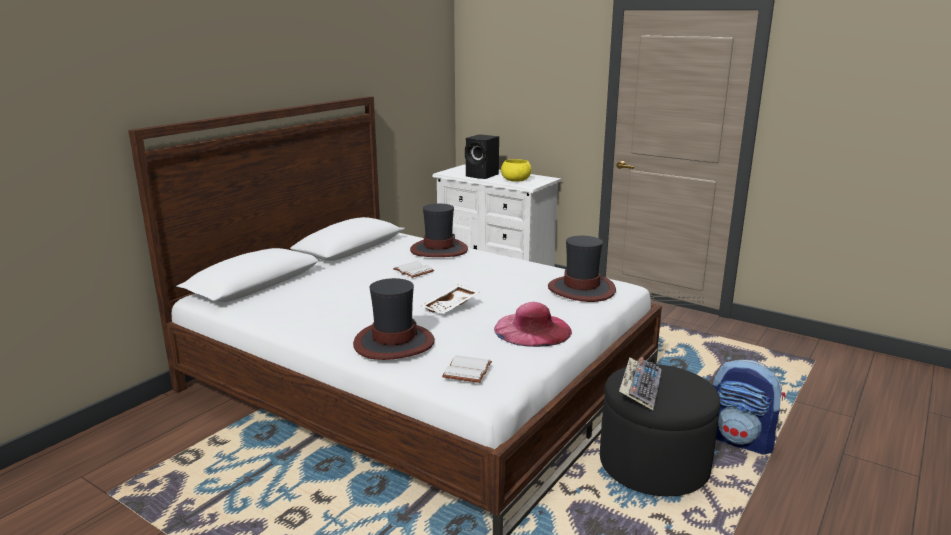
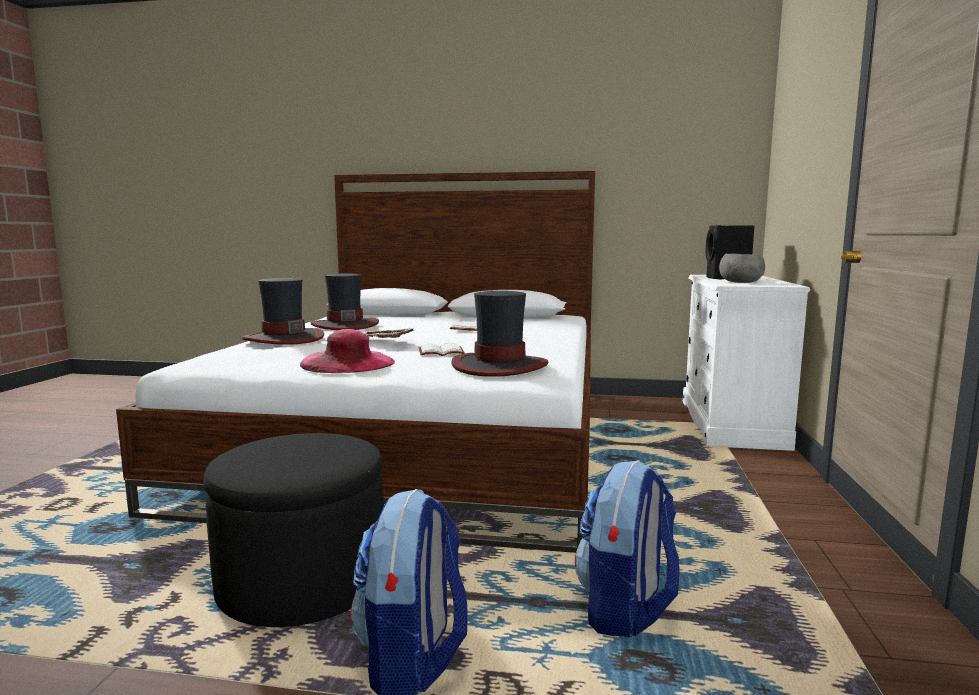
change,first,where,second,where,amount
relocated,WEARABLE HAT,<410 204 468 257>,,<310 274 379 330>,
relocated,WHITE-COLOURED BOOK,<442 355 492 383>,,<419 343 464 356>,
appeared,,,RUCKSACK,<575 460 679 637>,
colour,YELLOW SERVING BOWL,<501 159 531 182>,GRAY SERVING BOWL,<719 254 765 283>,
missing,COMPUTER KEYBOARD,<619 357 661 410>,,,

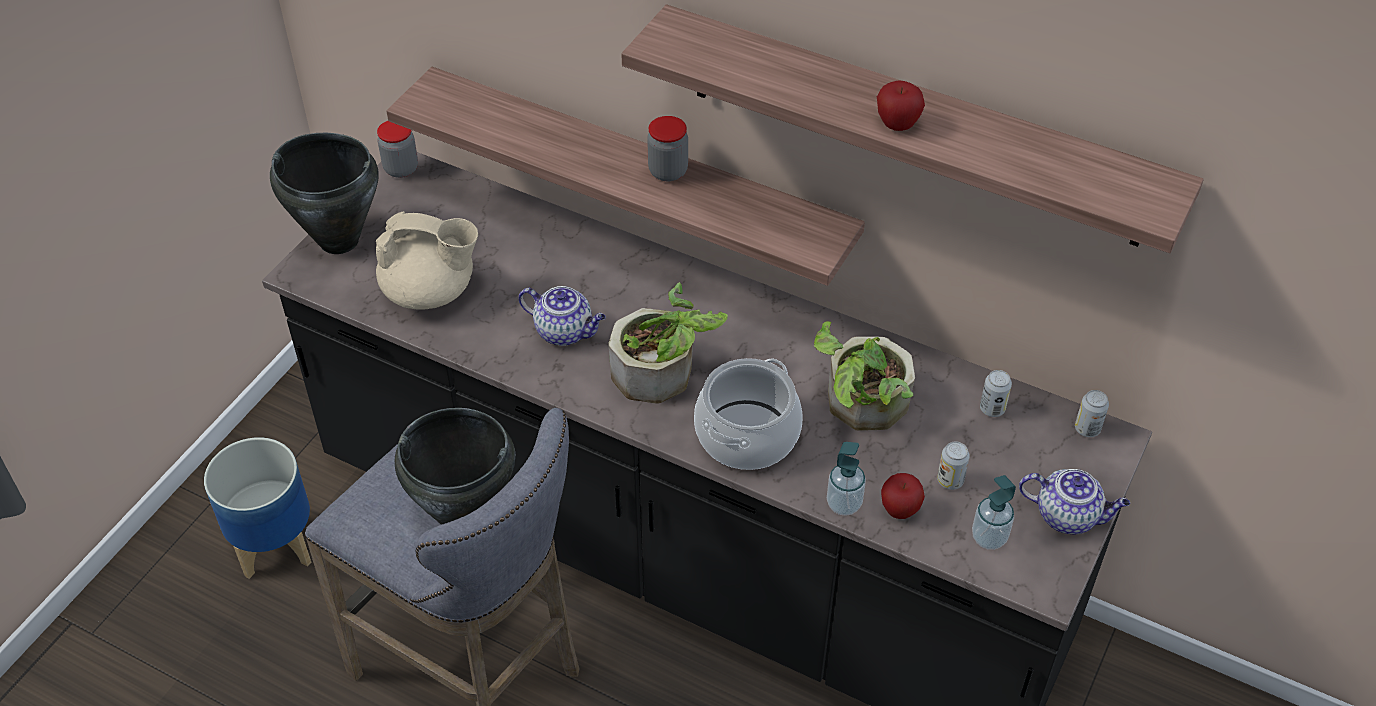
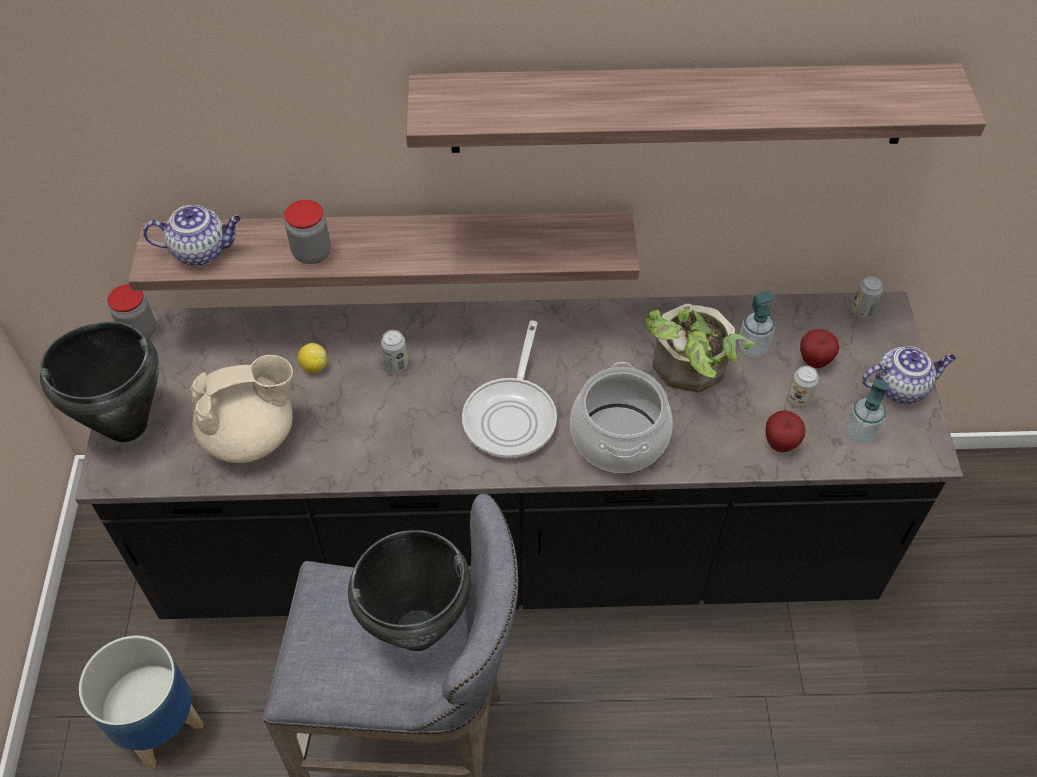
change,first,where,second,where,amount
relocated,TEA POT,<519 286 606 346>,,<143 205 241 266>,
relocated,JAR,<647 116 688 181>,,<284 200 331 264>,
appeared,,,WHOLE LEMON,<298 343 327 373>,
relocated,CAN,<980 370 1012 417>,,<381 330 408 372>,
exchanged,POTTED PLANT,<609 282 728 403>,PAN,<462 320 557 458>,
relocated,SOAP BOTTLE,<827 442 866 516>,,<739 290 775 357>,
relocated,APPLE,<877 80 925 131>,,<800 329 839 368>,

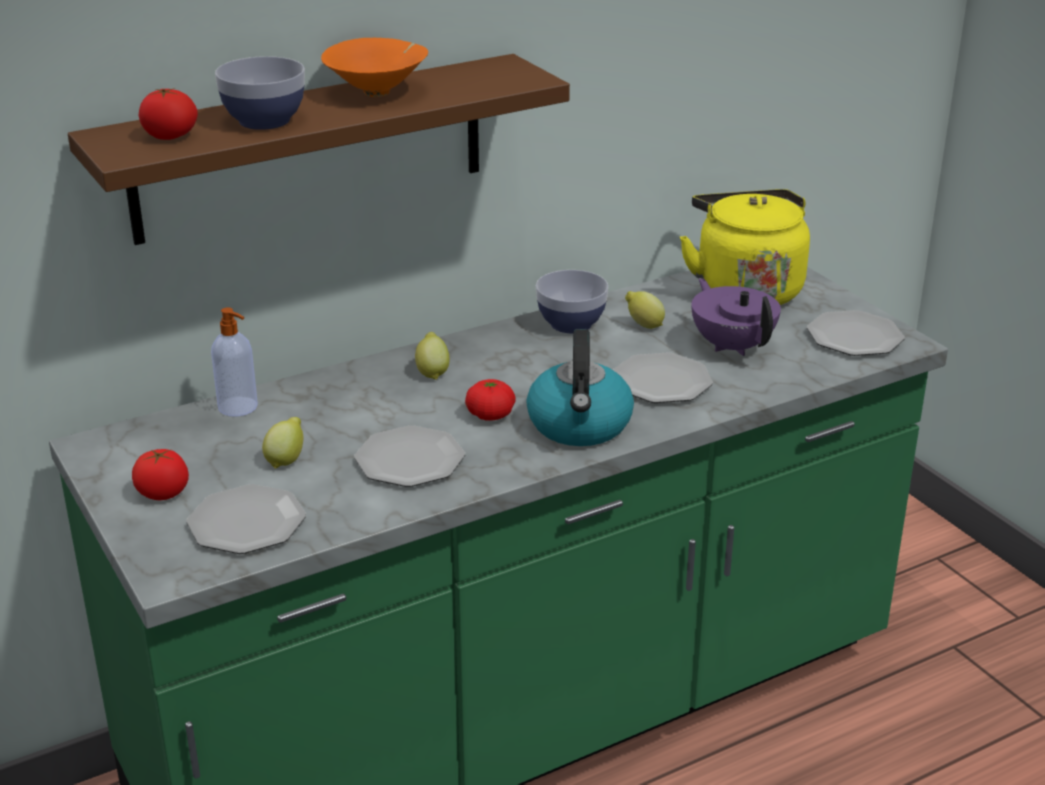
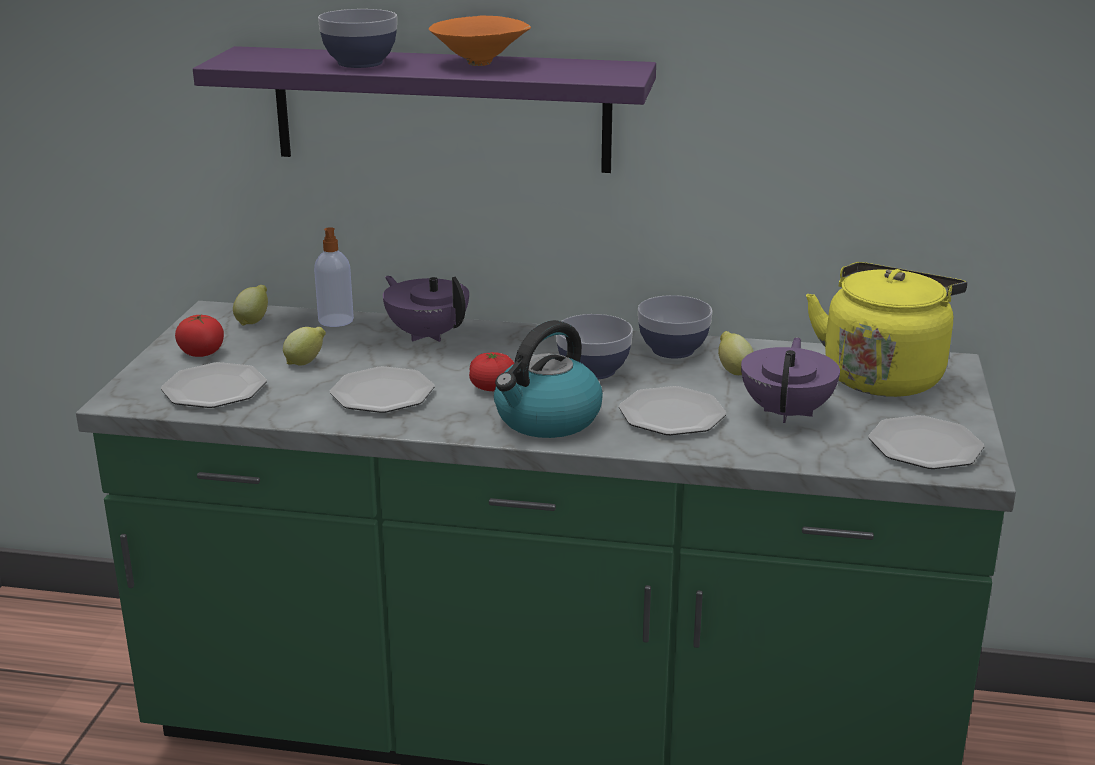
change,first,where,second,where,amount
colour,BROWNISH SHELF,<68 54 570 245>,PURPLISH SHELF,<193 46 656 173>,
relocated,WHOLE LEMON,<415 332 449 380>,,<233 285 268 326>,
appeared,,,PURPLISH TEA POT,<383 276 469 342>,
appeared,,,SERVING BOWL,<556 314 633 379>,
missing,TOMATO,<139 88 198 140>,,,

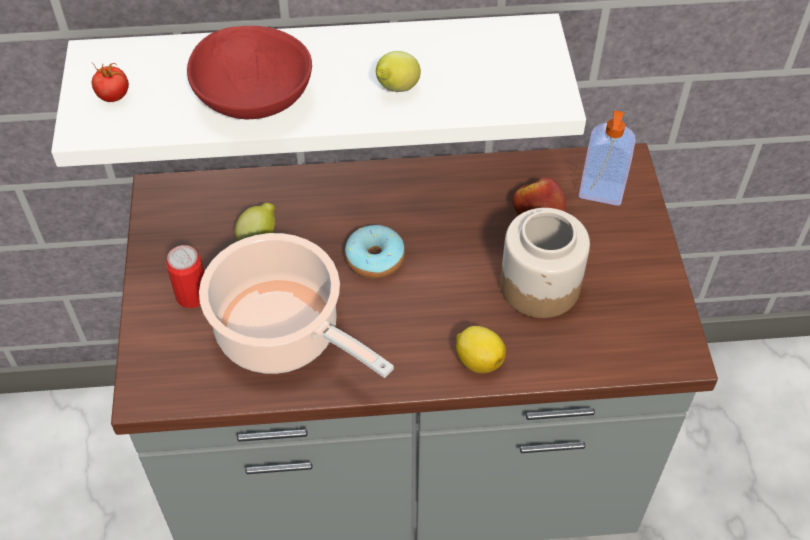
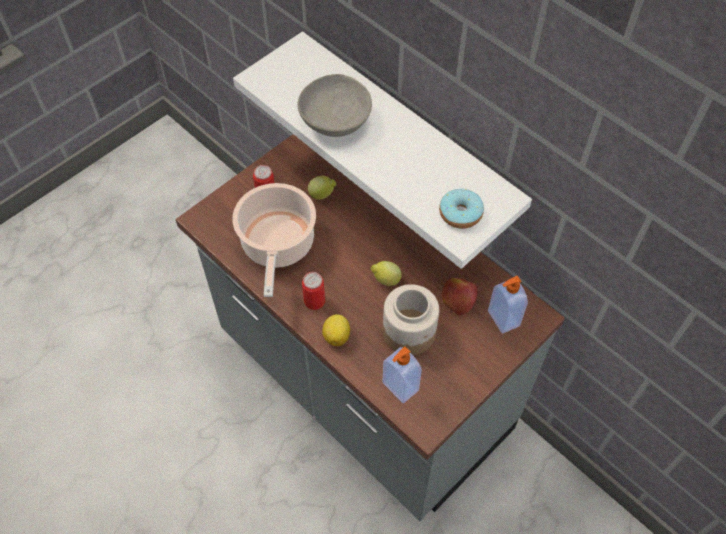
change,first,where,second,where,amount
colour,RED-COLOURED SERVING BOWL,<187 26 312 119>,GRAY SERVING BOWL,<298 74 372 137>,
appeared,,,CAN,<302 272 325 310>,
relocated,WHOLE LEMON,<376 51 421 92>,,<371 261 402 286>,
appeared,,,SOAP BOTTLE,<382 346 422 403>,
relocated,RING DOUGHNUT,<345 225 405 279>,,<439 189 484 229>,
missing,TOMATO,<92 63 129 102>,,,

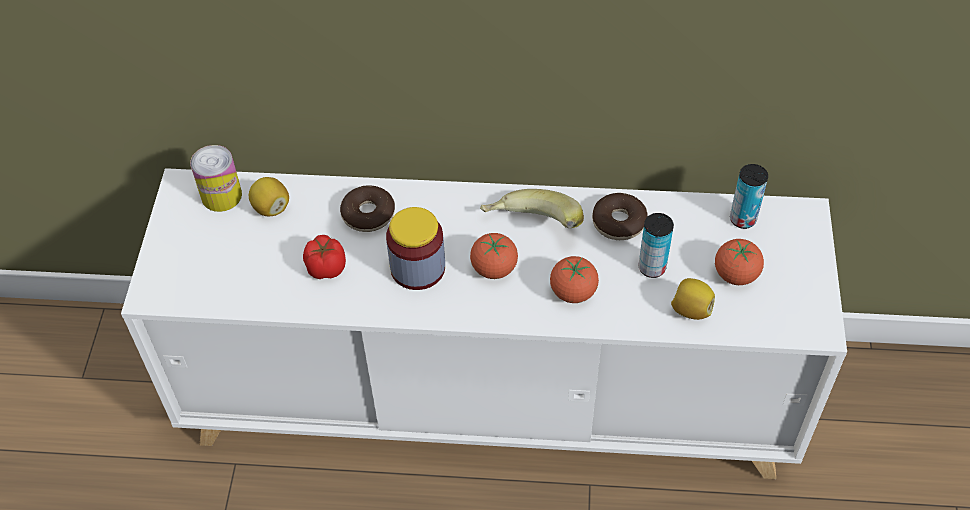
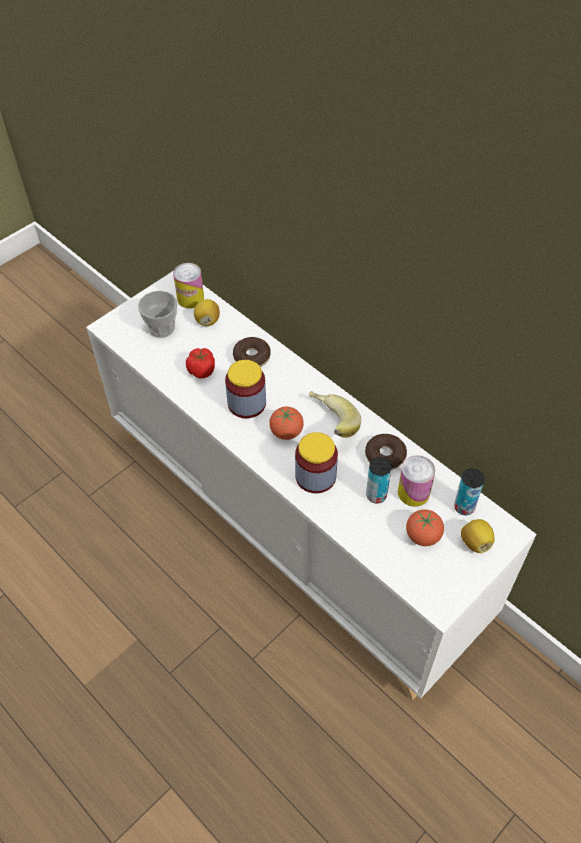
change,first,where,second,where,amount
appeared,,,DRINKING CUP,<138 291 177 338>,
exchanged,TOMATO,<550 256 599 303>,JAR,<295 432 338 493>,
appeared,,,CAN,<398 455 435 507>,
relocated,WHOLE LEMON,<671 278 715 320>,,<461 519 495 553>,

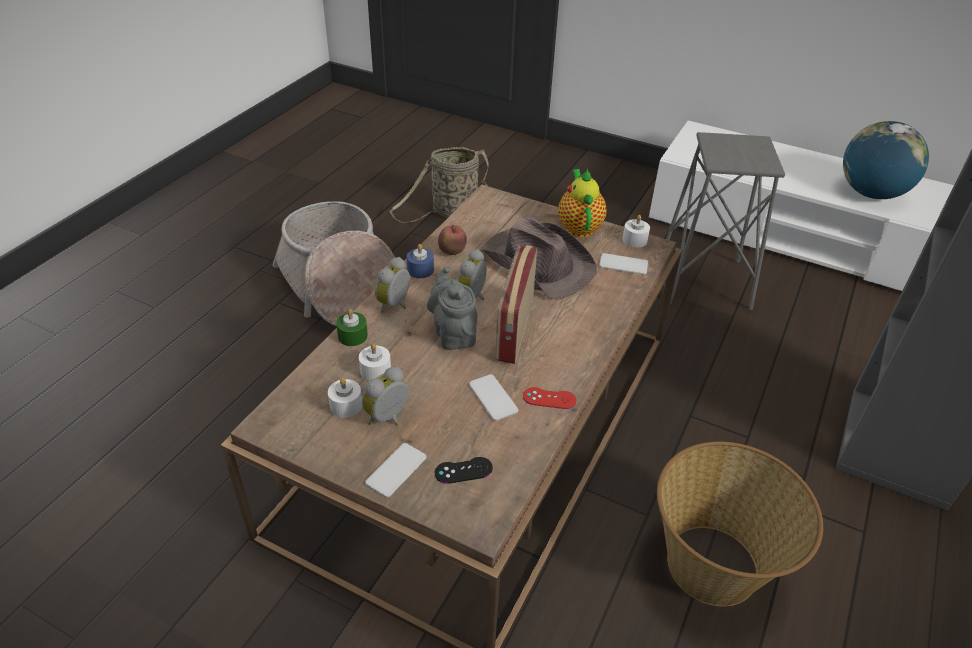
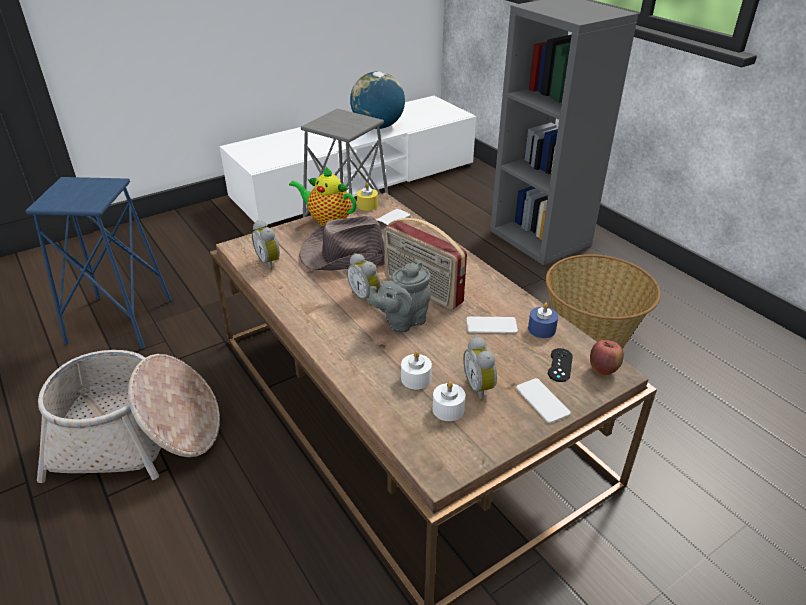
change,first,where,second,where,amount
exchanged,HOUSEHOLD BASKET,<389 147 489 223>,BLUE-COLOURED STOOL,<26 177 171 349>,
relocated,TABLE CLOCK,<375 257 410 313>,,<252 220 280 270>,
colour,WHITE-COLOURED WAX CANDLE,<622 215 650 247>,YELLOW WAX CANDLE,<357 183 378 211>,
spun,GRAY TEA POT,<427 266 477 350>,,<369 262 431 333>,45 degrees counterclockwise
relocated,BLUE-COLOURED WAX CANDLE,<407 244 434 278>,,<528 303 558 338>,
relocated,APPLE,<438 225 467 255>,,<590 340 624 376>,
missing,GREEN WAX CANDLE,<336 309 368 346>,,,
missing,RED-COLOURED GAME CONTROLLER,<523 387 576 409>,,,

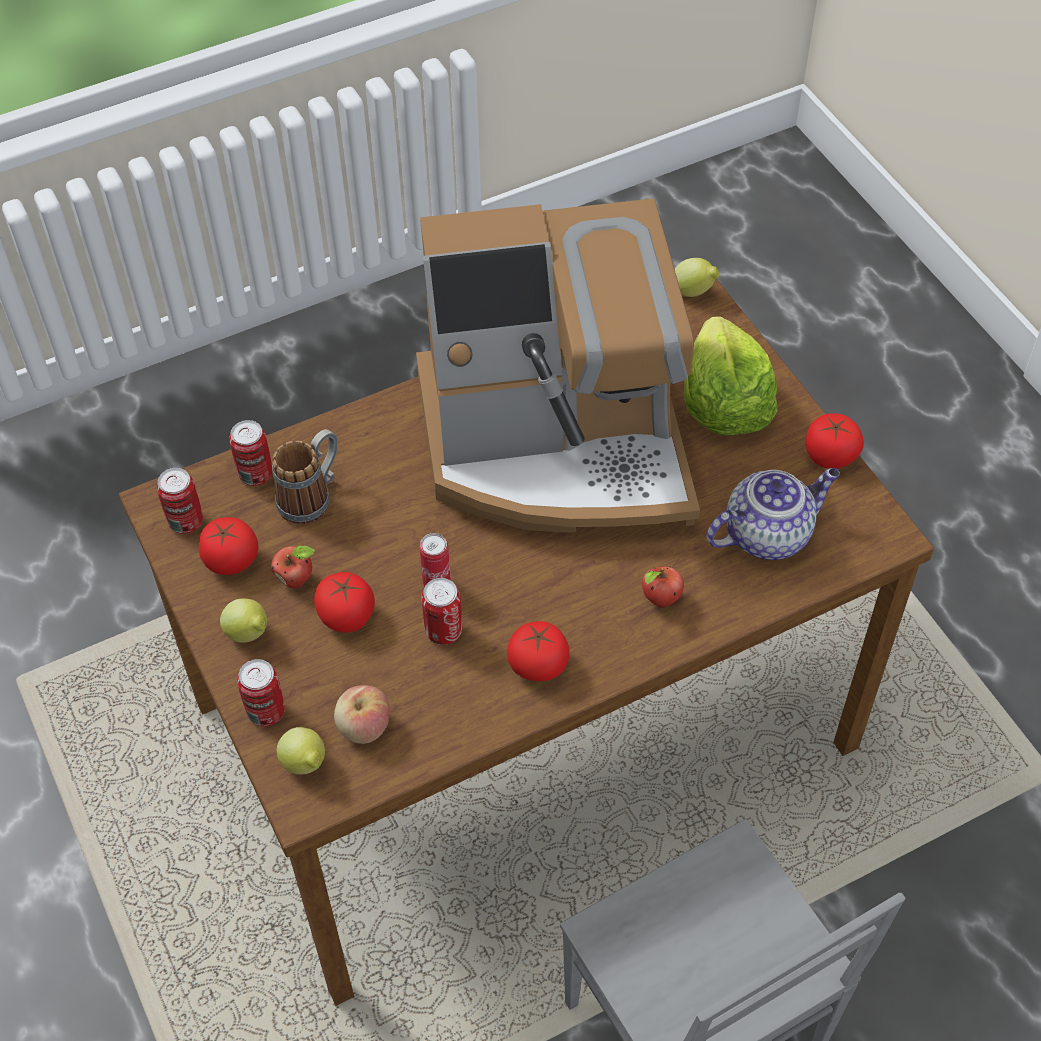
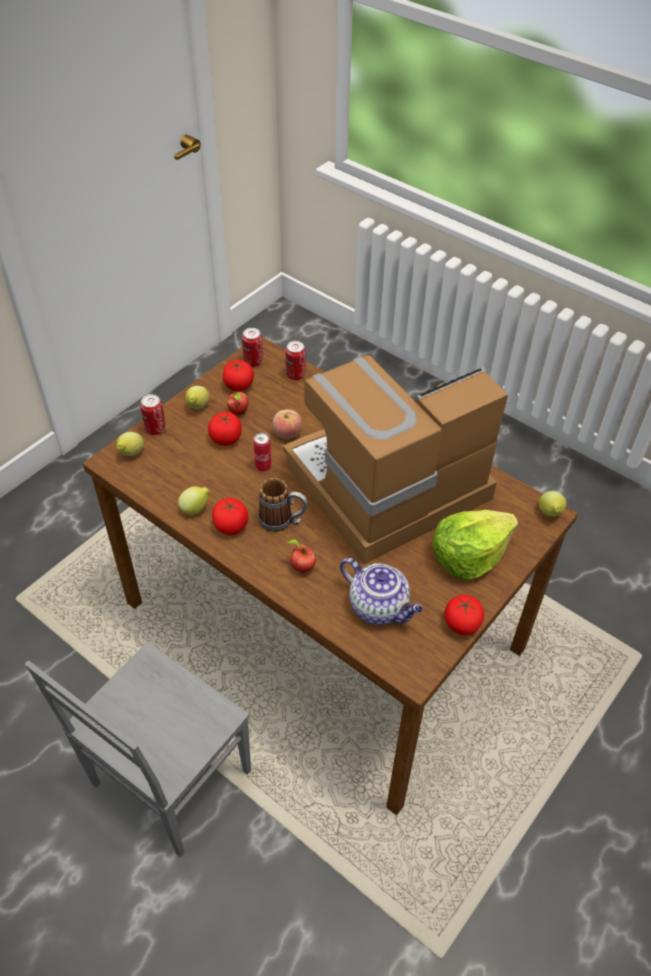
change,first,where,second,where,amount
appeared,,,WHOLE LEMON,<178 486 210 515>,
relocated,MUG,<272 429 338 524>,,<258 478 308 532>,
relocated,APPLE,<334 685 390 744>,,<273 409 302 439>,
spun,COFFEE MAKER,<416 199 700 533>,,<283 355 508 564>,90 degrees clockwise
missing,CAN,<421 578 462 645>,,,

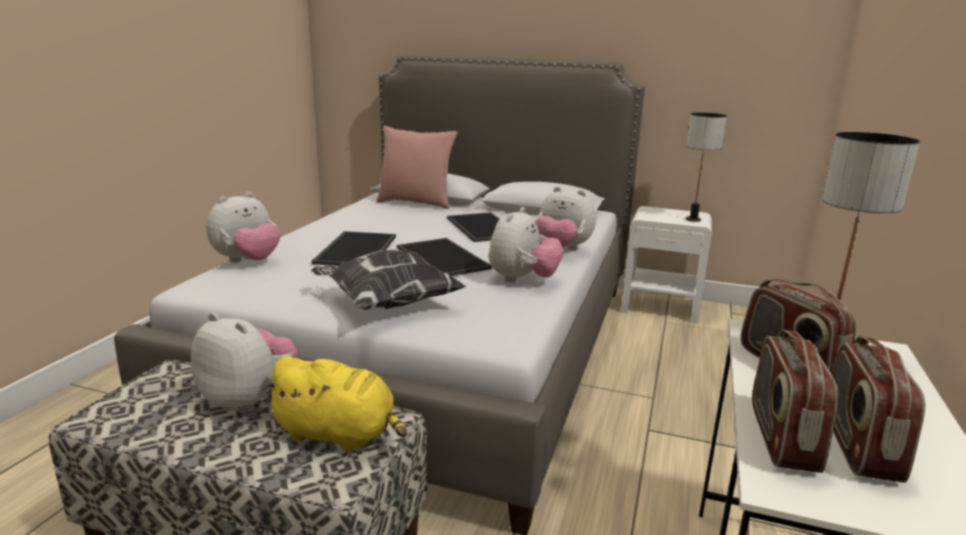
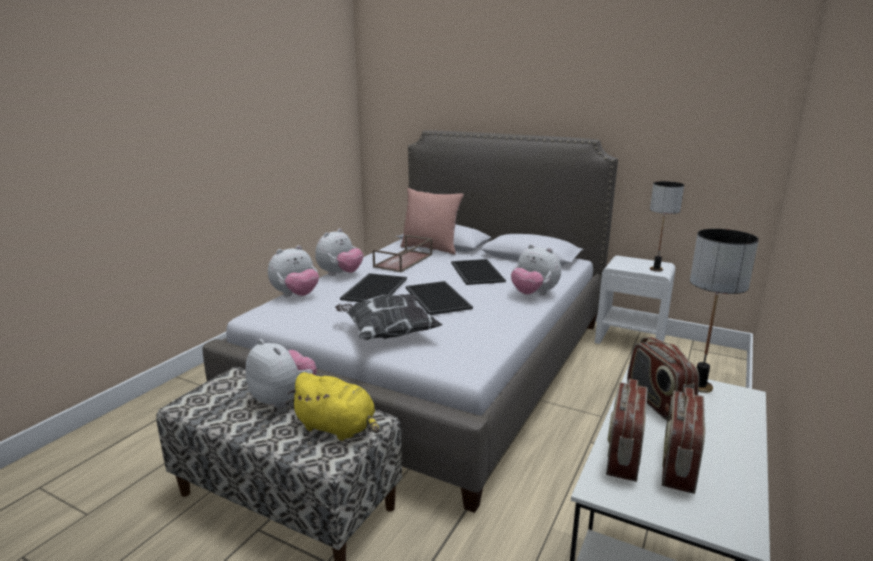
change,first,where,second,where,amount
relocated,SOFT TOY,<489 207 563 283>,,<315 228 363 276>,
appeared,,,BROWNISH TRAY,<372 235 432 272>,

